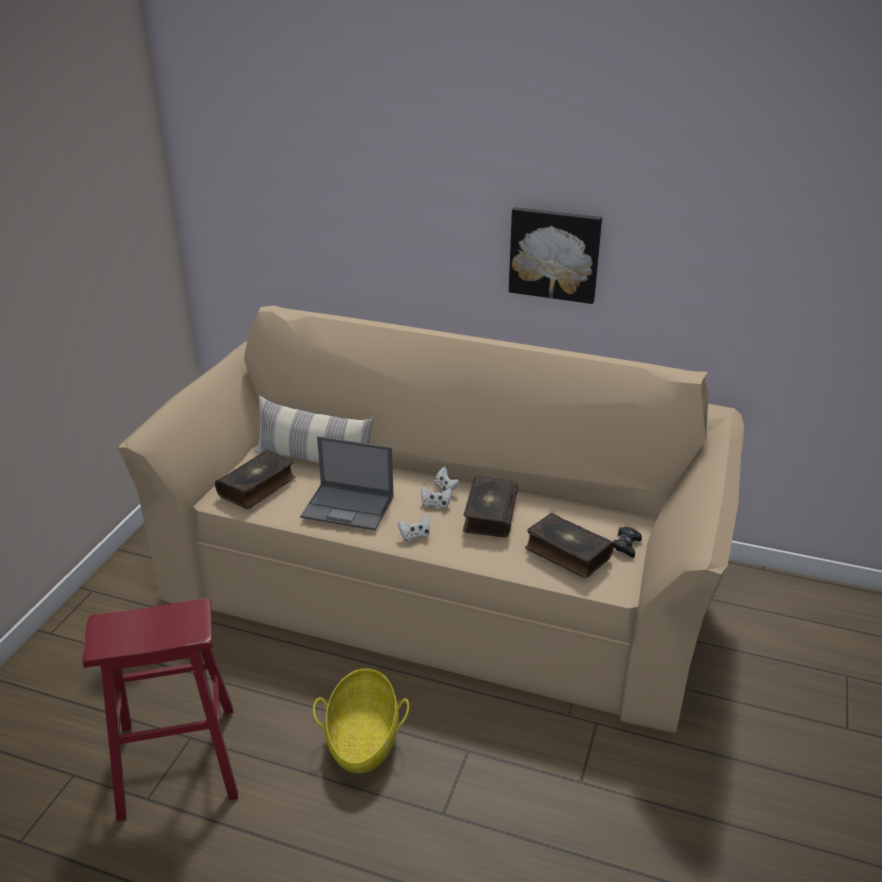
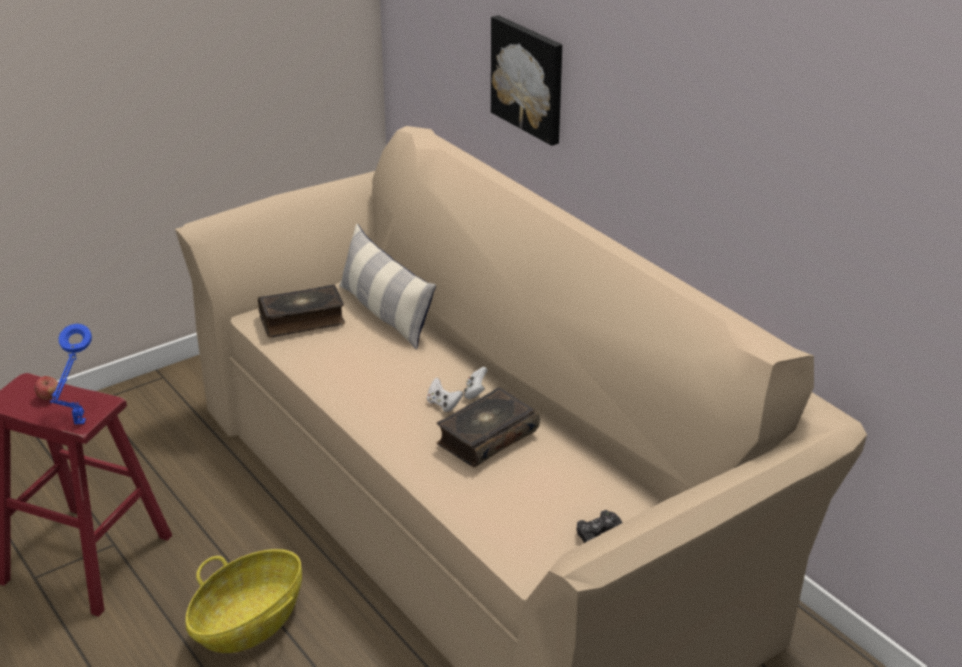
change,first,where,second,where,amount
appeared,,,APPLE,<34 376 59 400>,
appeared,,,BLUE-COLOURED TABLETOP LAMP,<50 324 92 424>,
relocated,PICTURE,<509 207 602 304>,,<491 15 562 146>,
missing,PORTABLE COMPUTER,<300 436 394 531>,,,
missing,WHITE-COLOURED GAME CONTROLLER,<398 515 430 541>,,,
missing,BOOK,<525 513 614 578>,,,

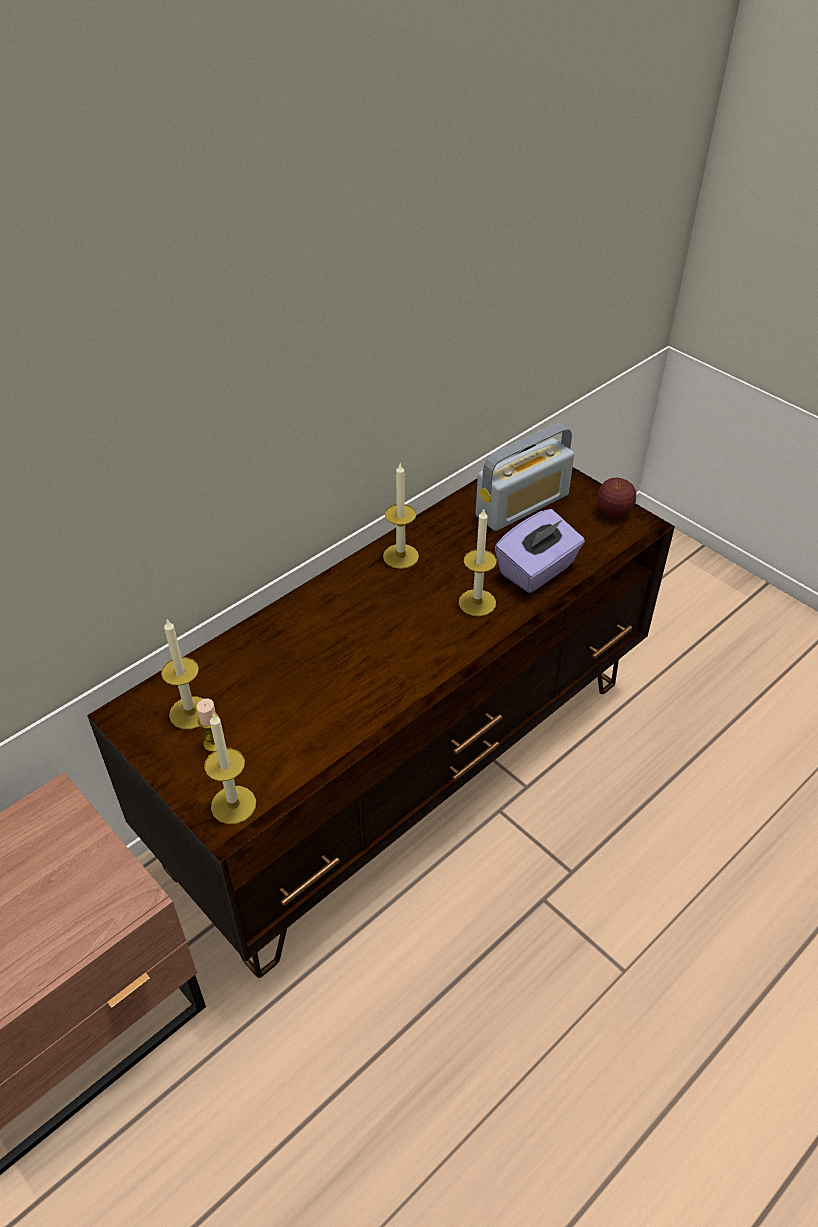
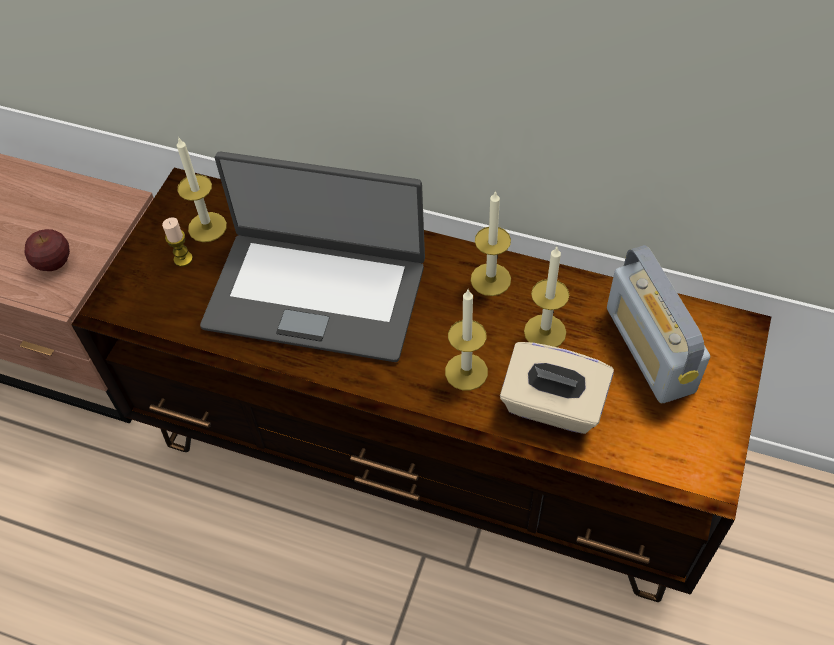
change,first,where,second,where,amount
relocated,APPLE,<597 477 636 517>,,<24 229 70 271>,
appeared,,,PORTABLE COMPUTER,<200 151 425 362>,
colour,PURPLISH TISSUE HOLDER,<495 509 585 593>,BEIGE TISSUE HOLDER,<500 342 614 434>,
relocated,WAX CANDLE,<204 713 256 824>,,<524 247 569 347>,
spun,RADIO RECEIVER,<475 424 574 531>,,<607 245 710 403>,45 degrees clockwise

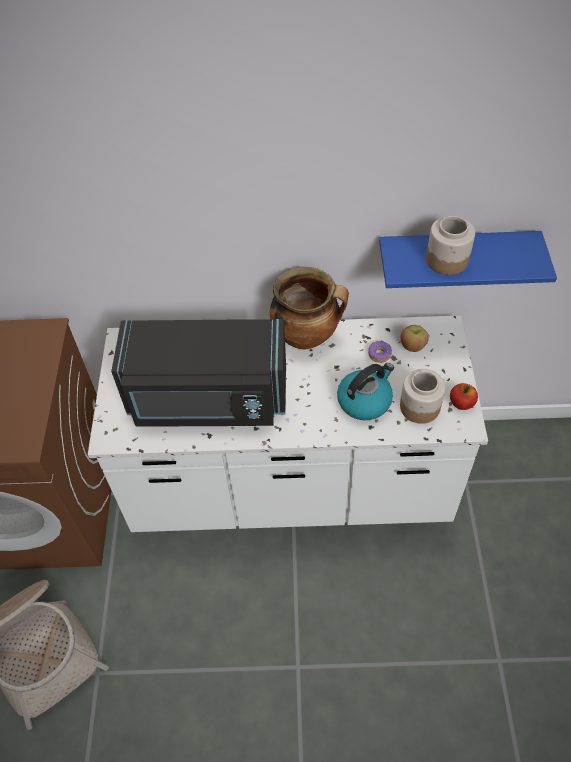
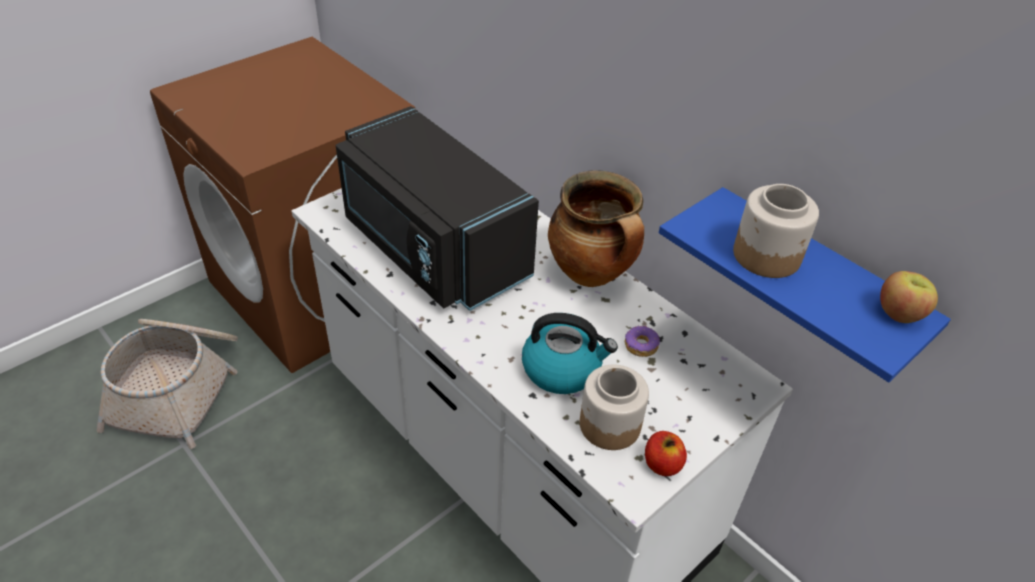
change,first,where,second,where,amount
relocated,APPLE,<401 325 429 352>,,<880 271 938 323>,

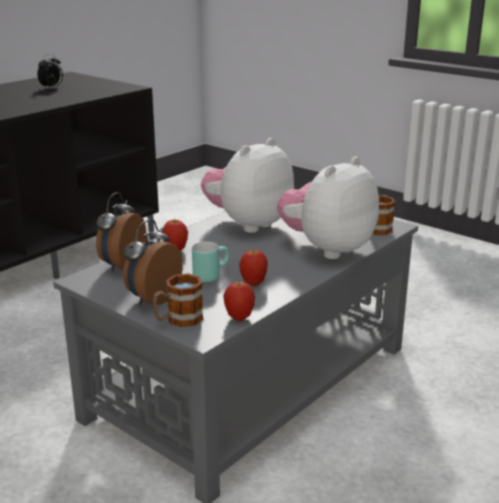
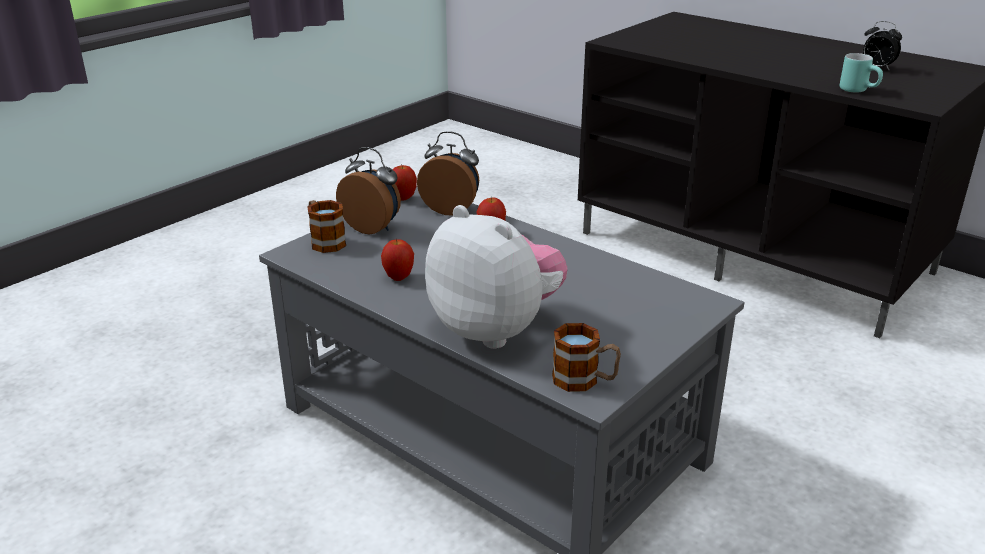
change,first,where,second,where,amount
relocated,APPLE,<223 281 255 321>,,<393 165 417 201>,
relocated,BLUE-GREEN MUG,<192 242 229 282>,,<840 53 883 93>,
missing,SOFT TOY,<201 138 294 233>,,,

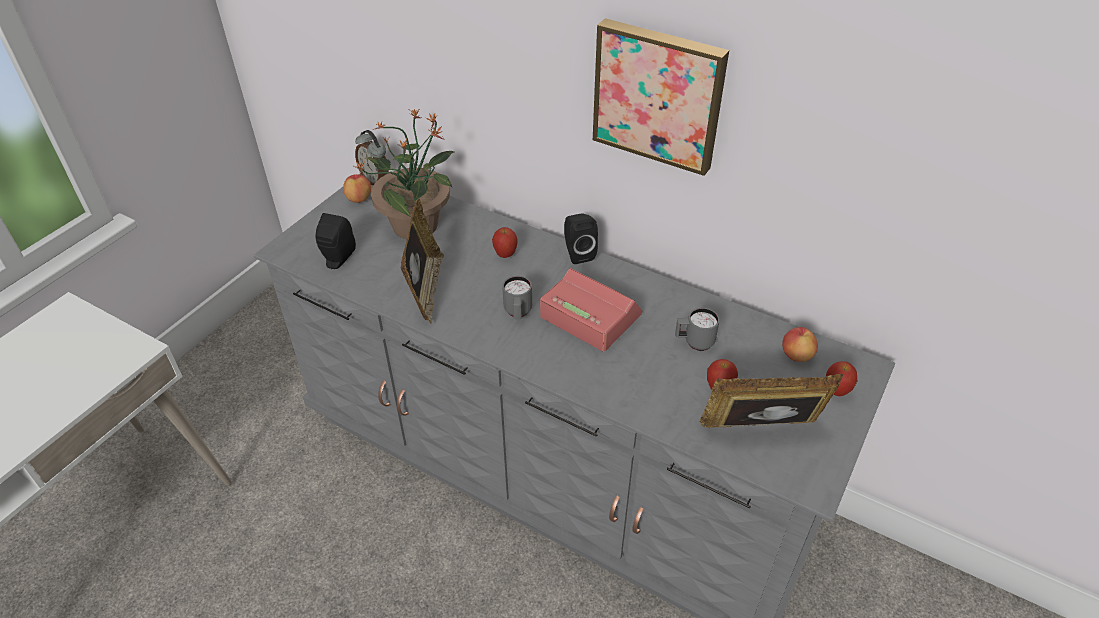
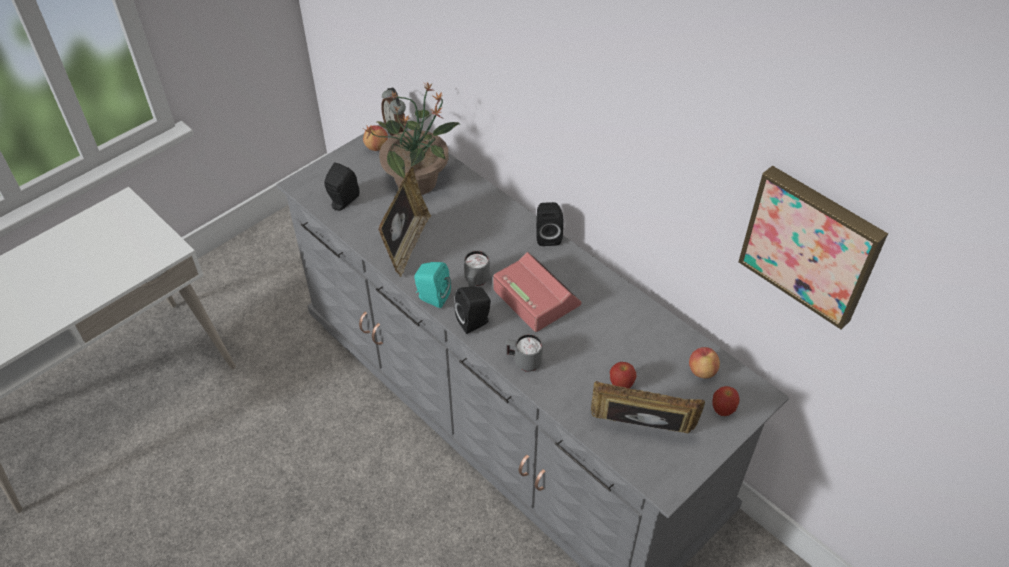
change,first,where,second,where,amount
appeared,,,BLUE-GREEN SPEAKER,<414 262 451 308>,
appeared,,,BLACKISH SPEAKER,<454 286 491 334>,
relocated,GRAY MUG,<675 308 720 351>,,<506 334 543 372>,
relocated,PICTURE,<593 18 729 176>,,<738 166 888 330>,
missing,APPLE,<492 227 518 258>,,,

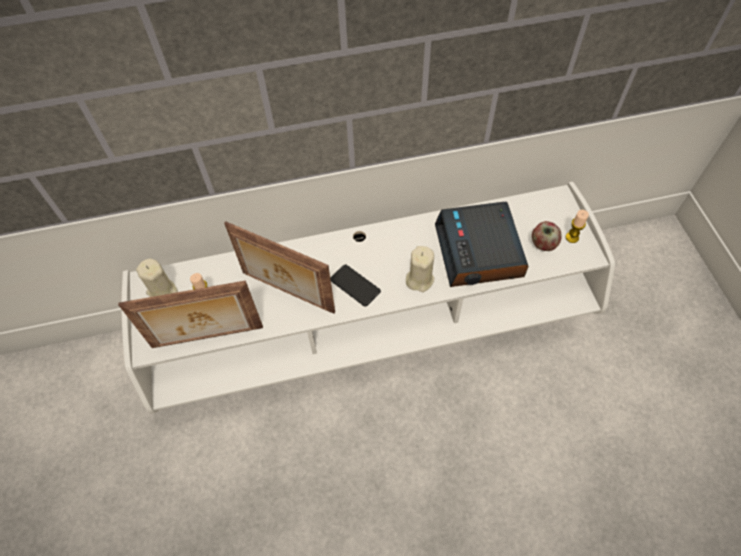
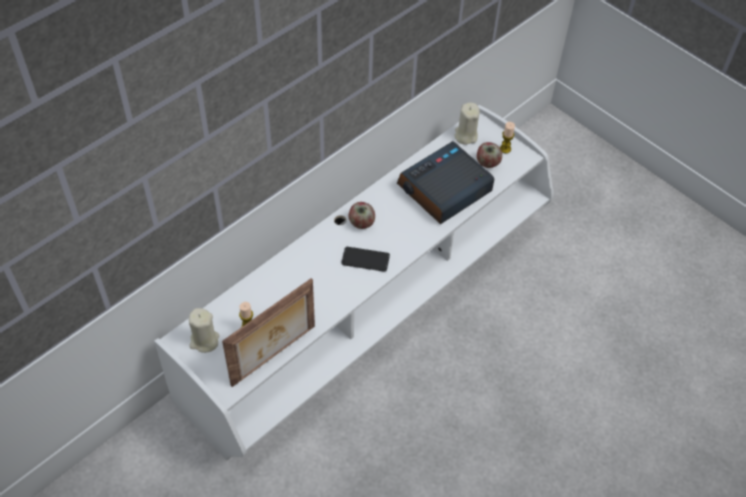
change,first,where,second,where,amount
appeared,,,APPLE,<349 202 375 229>,
spun,TABLE CLOCK,<435 202 529 287>,,<397 141 494 224>,90 degrees clockwise
relocated,BEIGE WAX CANDLE,<406 246 434 292>,,<455 103 480 145>,
missing,PICTURE FRAME,<224 221 335 314>,,,

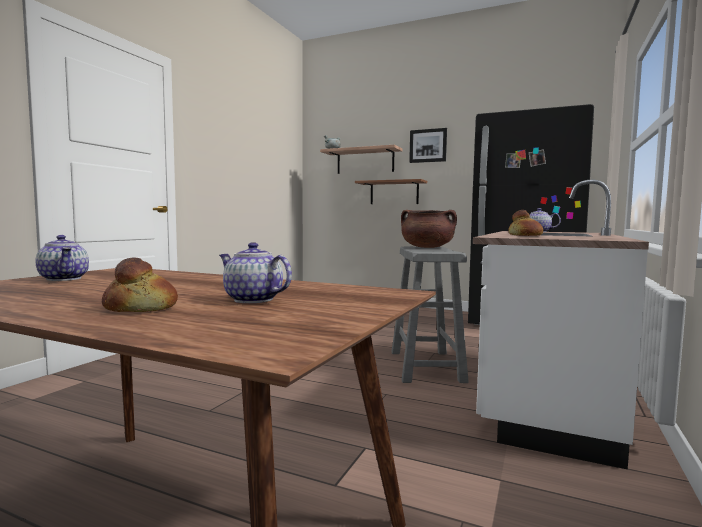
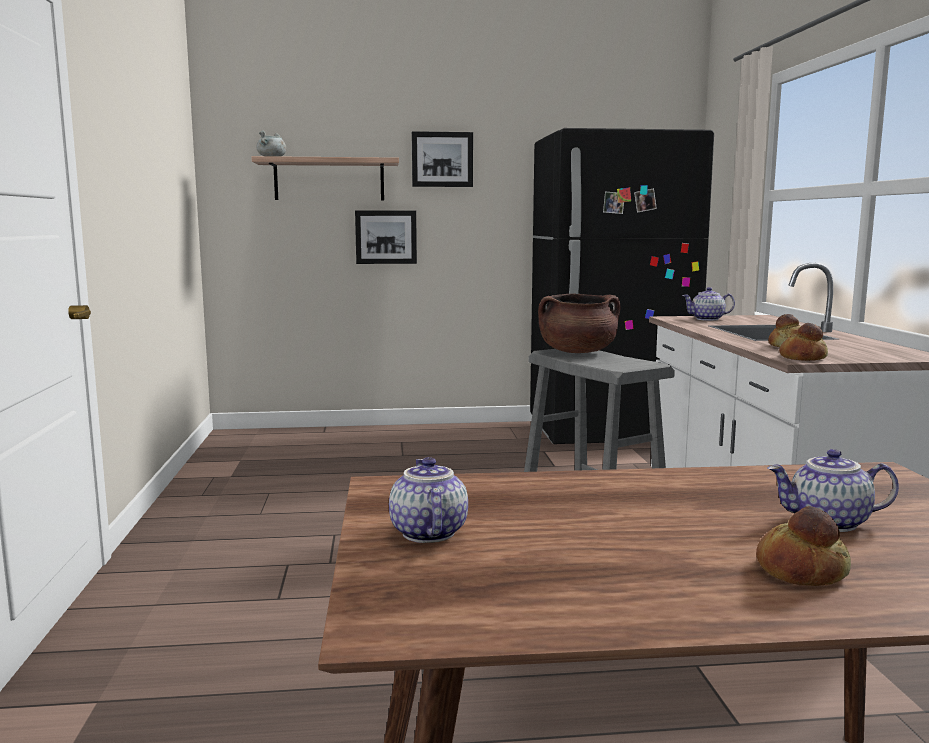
change,first,where,second,where,amount
exchanged,SHELF,<355 179 427 204>,PICTURE,<355 210 417 264>,
spun,TEA POT,<36 235 89 281>,,<389 457 468 543>,120 degrees counterclockwise
appeared,,,BAKED BREAD,<779 323 828 361>,

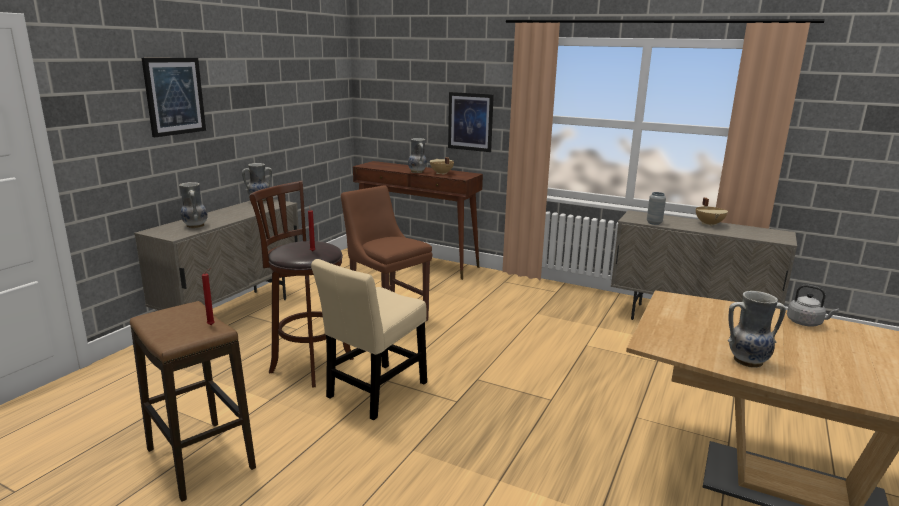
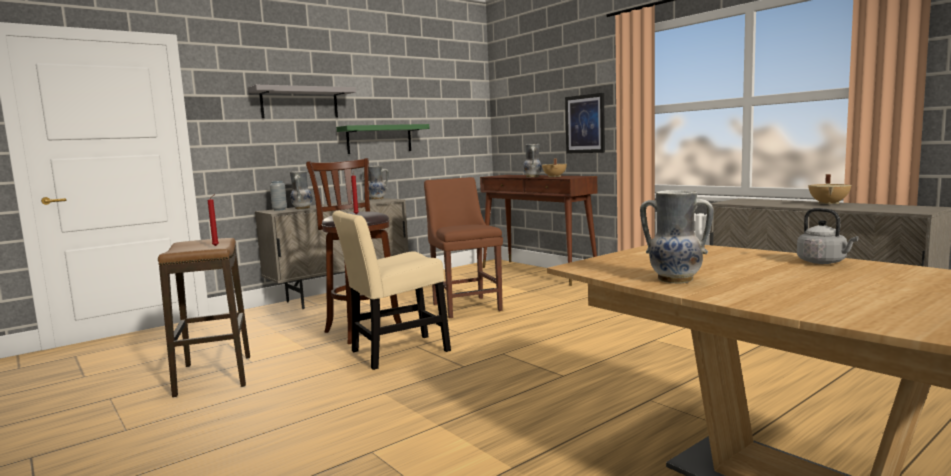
change,first,where,second,where,amount
exchanged,PICTURE,<142 58 206 137>,GRAY SHELF,<247 85 356 118>,
relocated,GRAY FLOWER VASE,<647 192 666 225>,,<270 181 287 211>,
appeared,,,GREEN SHELF,<336 124 430 154>,

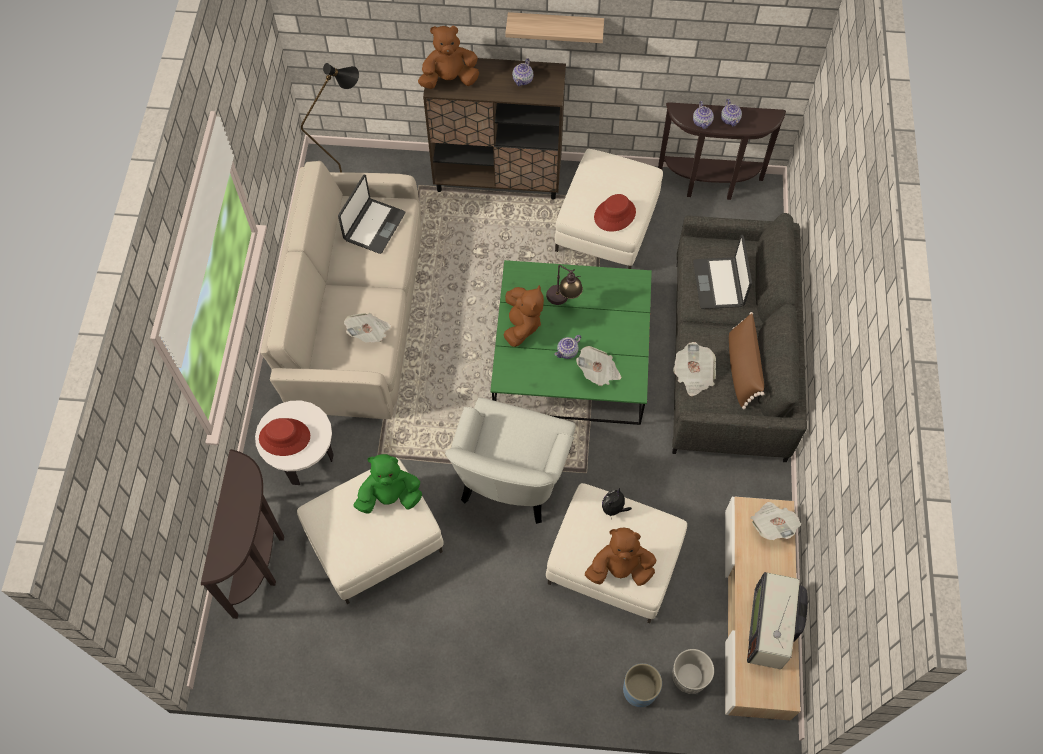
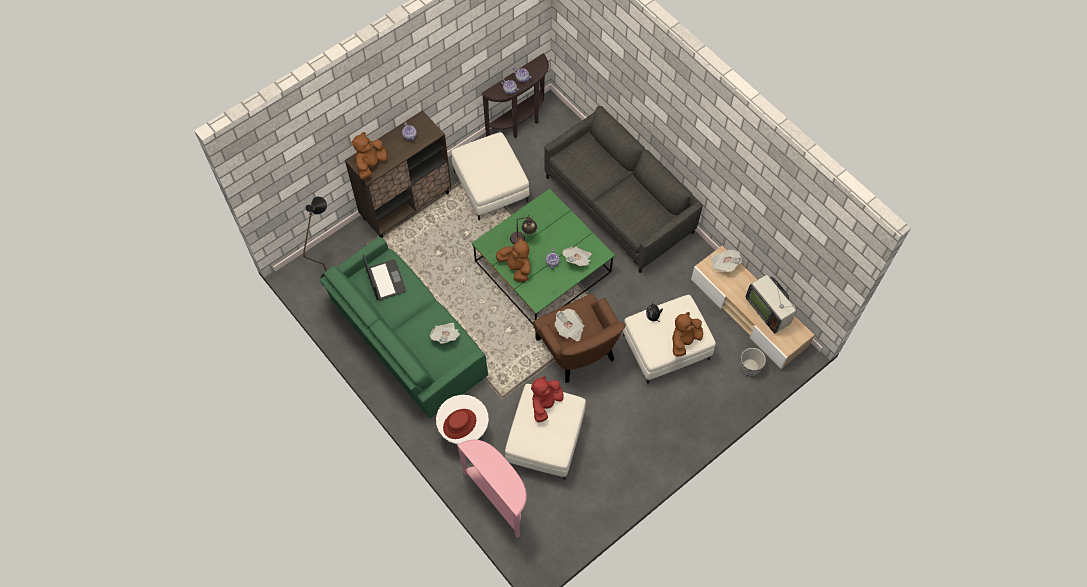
change,first,where,second,where,amount
colour,BEIGE SETTEE,<260 161 422 419>,GREEN SETTEE,<320 237 488 418>,
colour,BROWNISH HALL TABLE,<201 449 284 619>,PINKISH HALL TABLE,<457 440 527 538>,
colour,GREEN SOFT TOY,<353 454 422 513>,RED-COLOURED SOFT TOY,<531 376 564 422>,
colour,WHITE-COLOURED EASY CHAIR,<445 397 575 524>,BROWNISH EASY CHAIR,<533 294 626 383>,
relocated,NEWSPAPER,<673 342 716 396>,,<555 309 585 341>,
missing,SHELF,<505 12 604 43>,,,
missing,RED-COLOURED WEARABLE HAT,<594 194 636 232>,,,
missing,BLUE-COLOURED FLOWER POT,<623 663 662 707>,,,
missing,PORTABLE COMPUTER,<693 235 752 309>,,,
missing,BROWNISH PILLOW,<729 312 764 409>,,,

